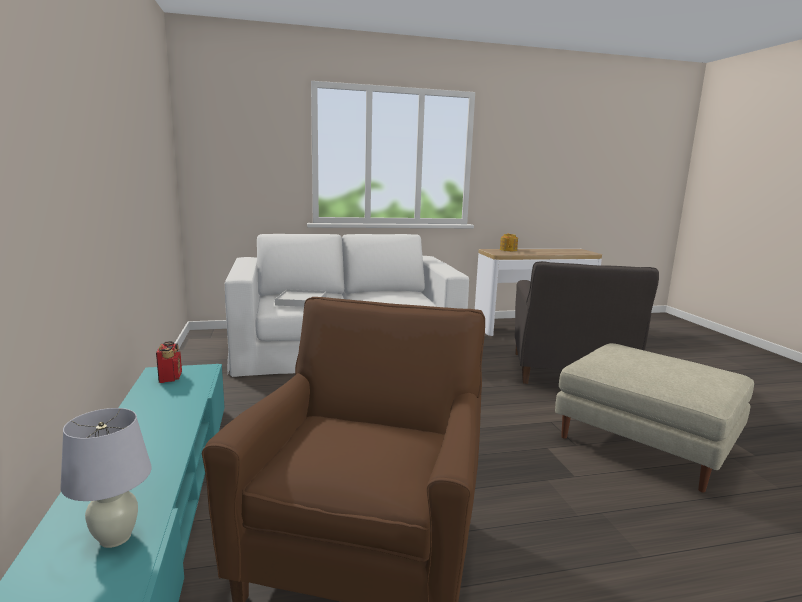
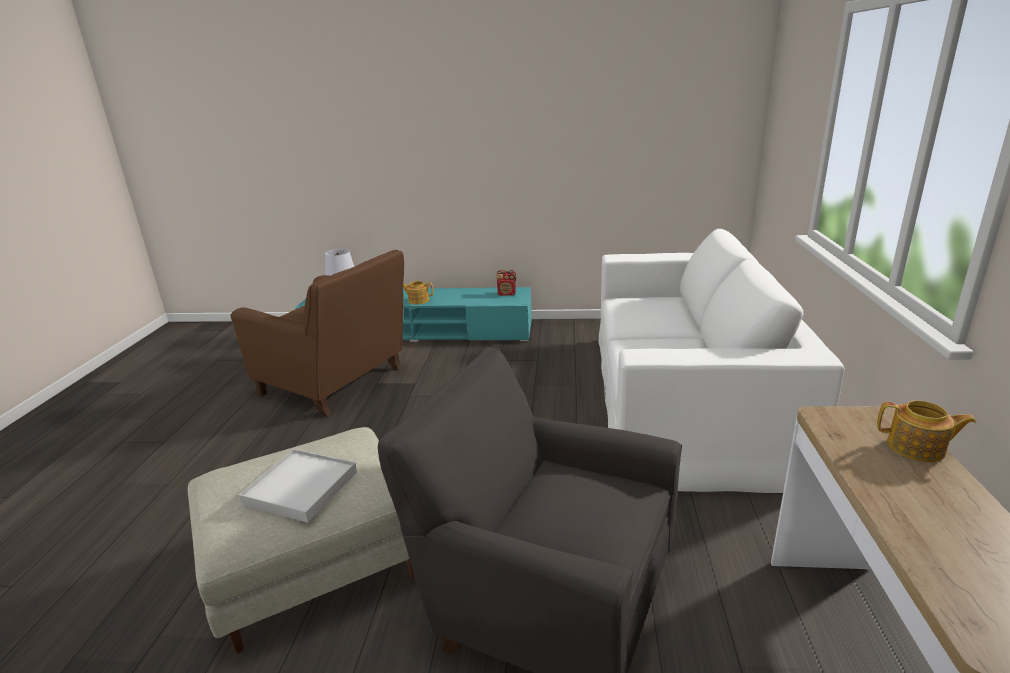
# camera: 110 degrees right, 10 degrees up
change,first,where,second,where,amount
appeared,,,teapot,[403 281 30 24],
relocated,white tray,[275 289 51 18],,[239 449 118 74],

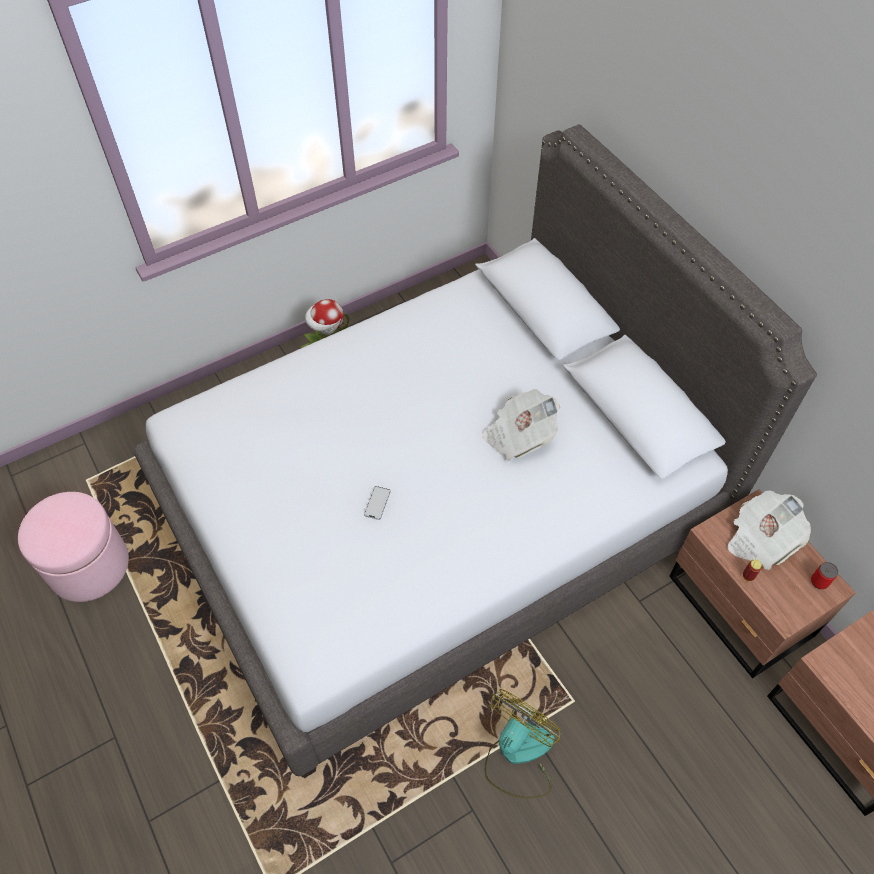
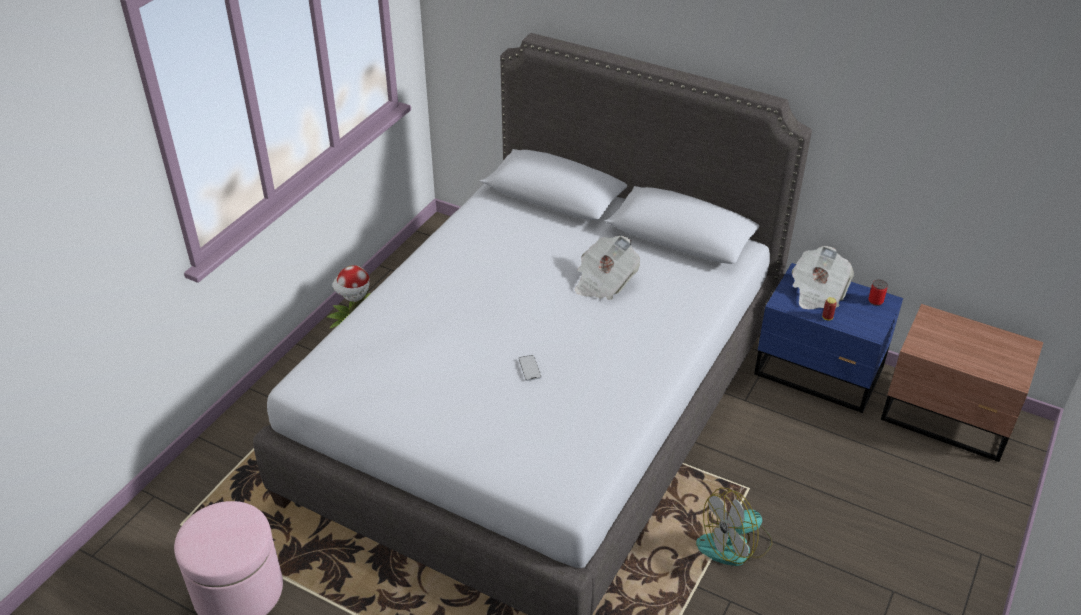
# camera: 30 degrees left, 15 degrees down
change,first,where,second,where,amount
colour,brown nightstand,[669 489 187 190],blue nightstand,[754 263 149 150],
spun,fan,[484 689 77 110],,[696 488 76 78],120 degrees counterclockwise

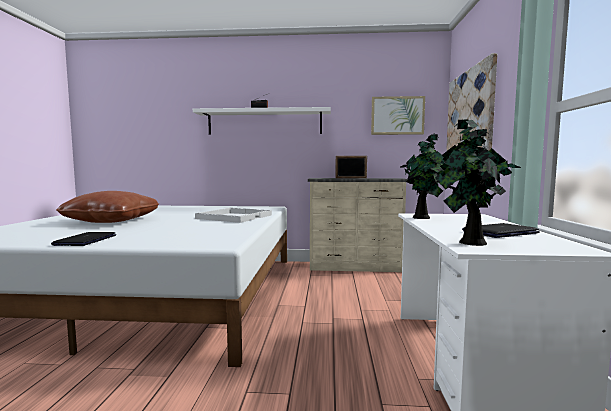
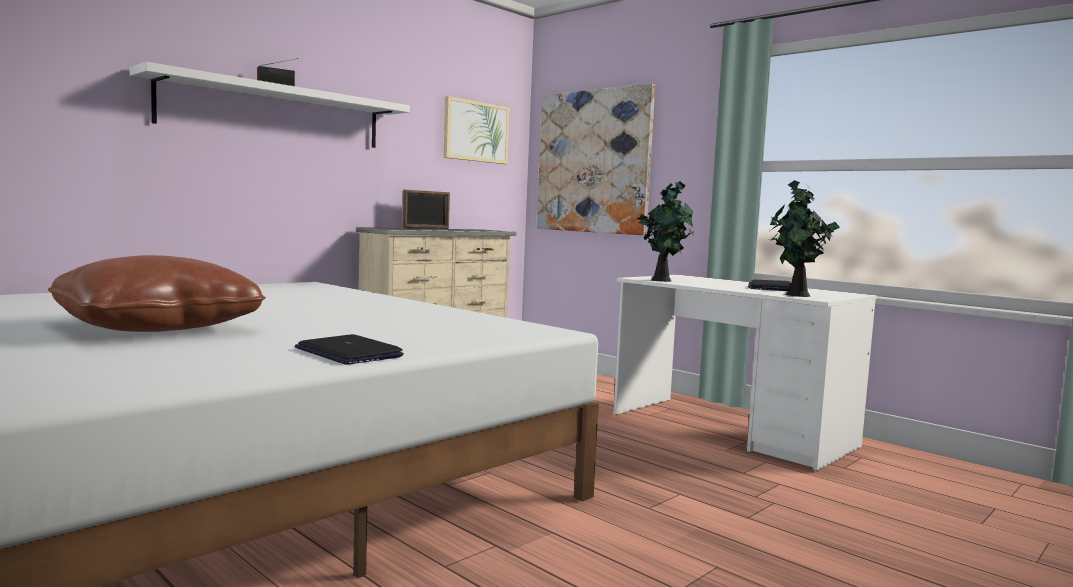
# camera: 50 degrees left, 0 degrees up
change,first,where,second,where,amount
missing,white tray,[195 208 77 15],,,

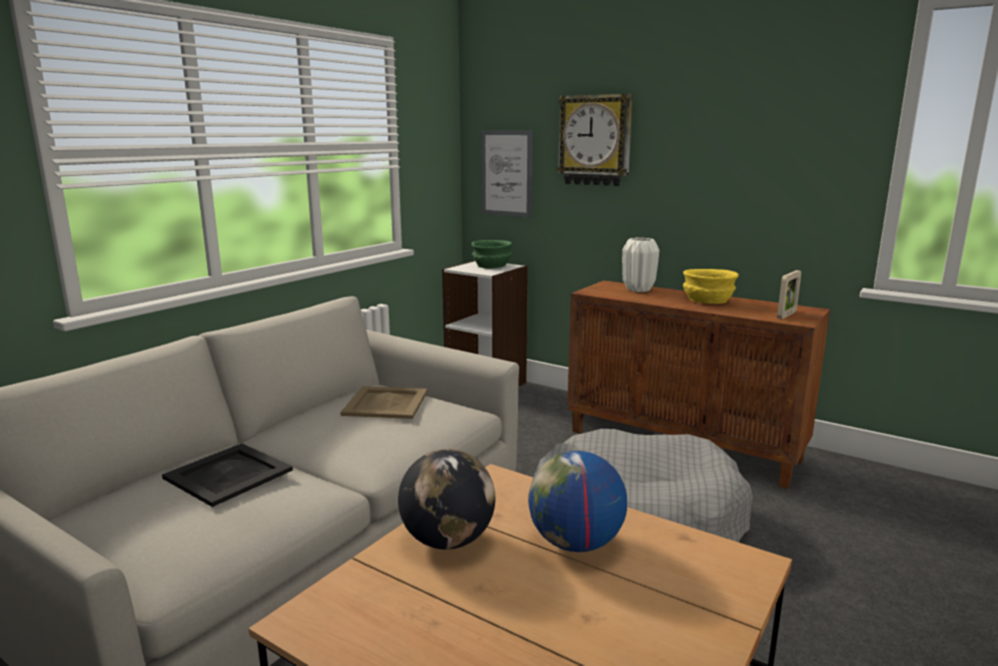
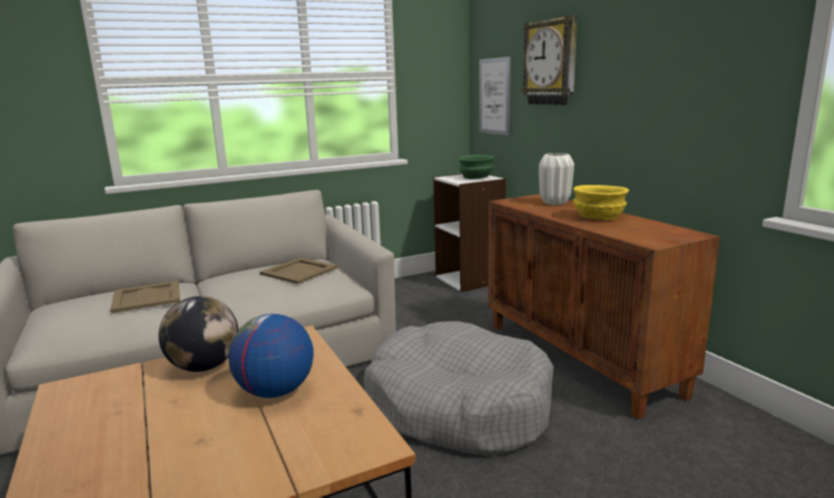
# camera: 30 degrees right, 0 degrees up
change,first,where,second,where,amount
missing,picture frame,[777 270 24 49],,,
colour,black tray,[162 443 131 64],beige tray,[110 280 70 33],

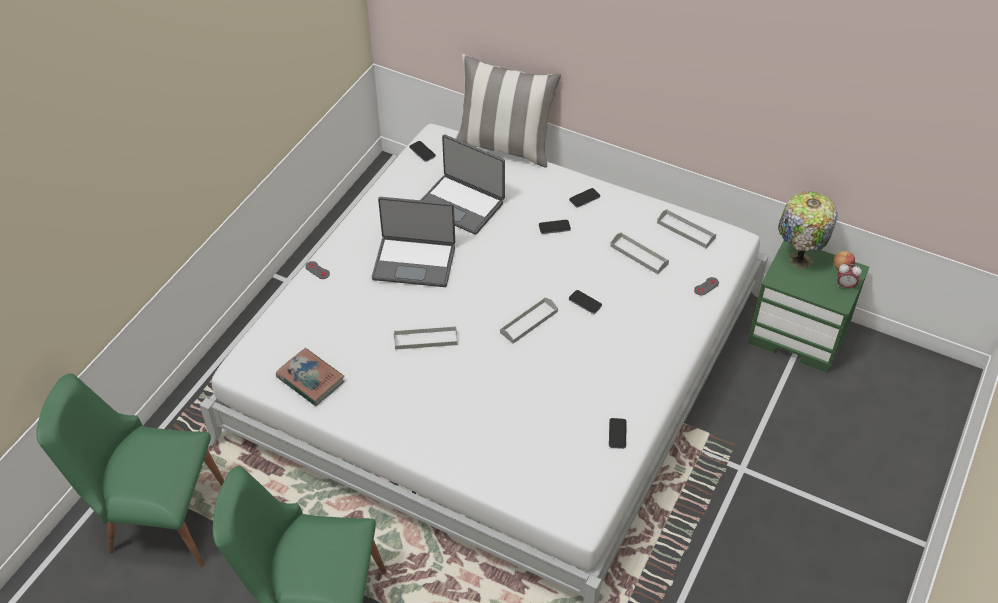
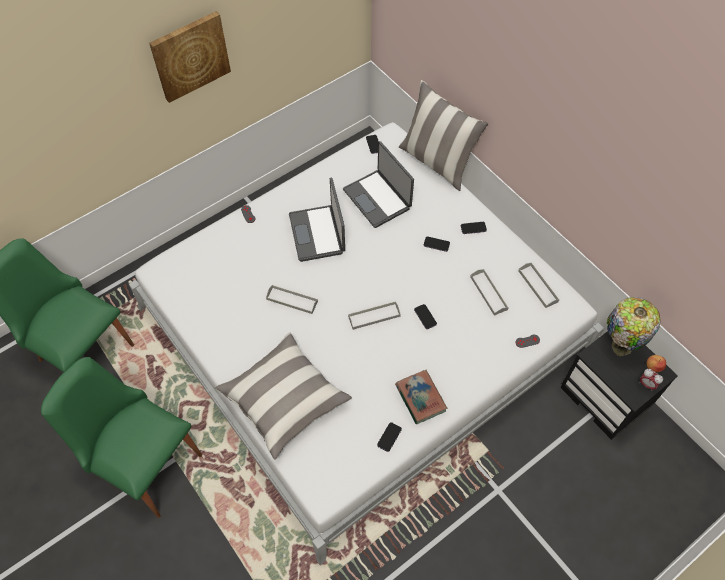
# camera: 25 degrees right, 10 degrees up
change,first,where,second,where,amount
appeared,,,picture,[149 11 82 92],
appeared,,,pillow,[215 332 137 128],
relocated,book,[276 348 69 58],,[395 370 52 54],
colour,green nightstand,[748 240 121 133],black nightstand,[560 331 118 109],
spun,laptop,[372 197 83 90],,[289 178 56 84],45 degrees clockwise

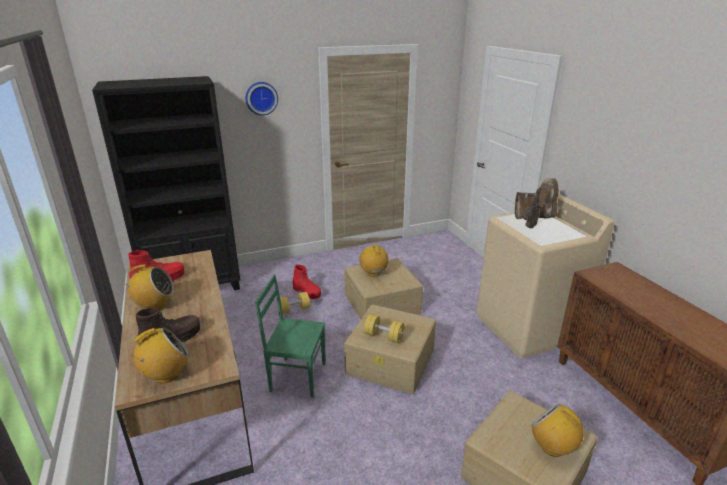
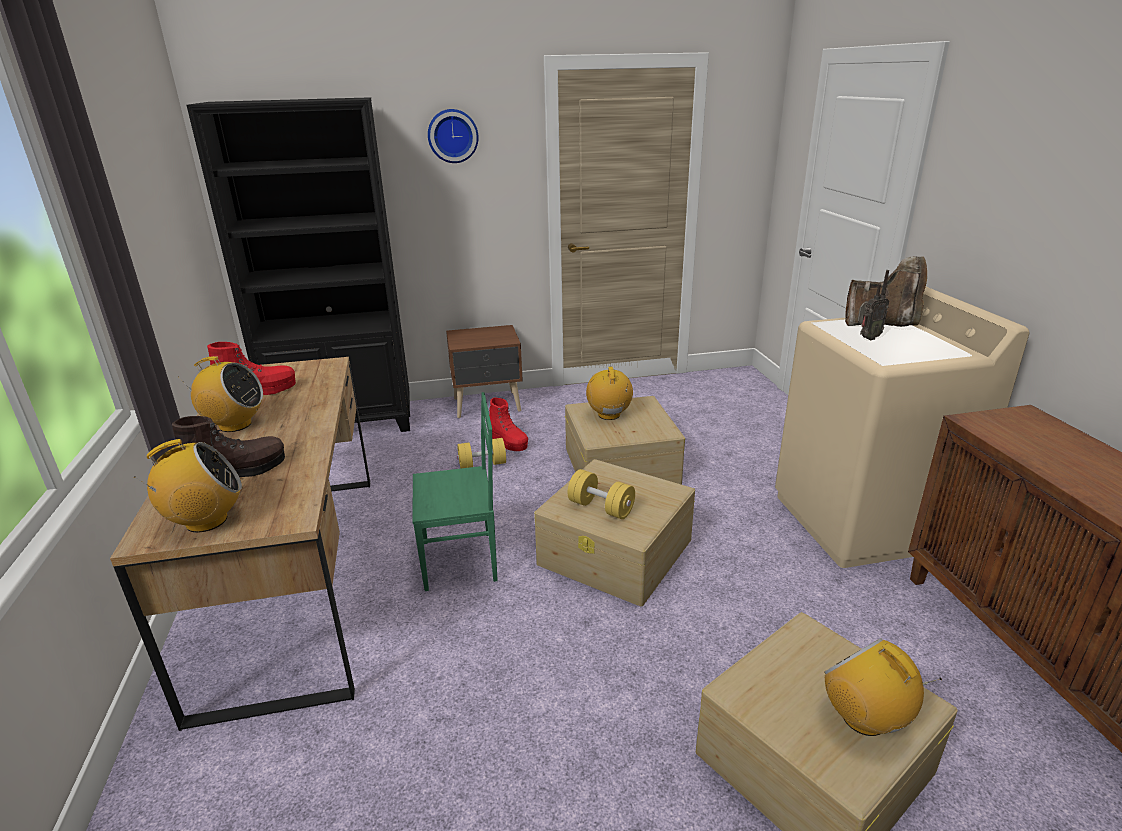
# camera: 10 degrees right, 0 degrees up
change,first,where,second,where,amount
appeared,,,brown nightstand,[446 325 77 93],
spun,green chair,[255 274 70 124],,[412 392 86 199],150 degrees clockwise

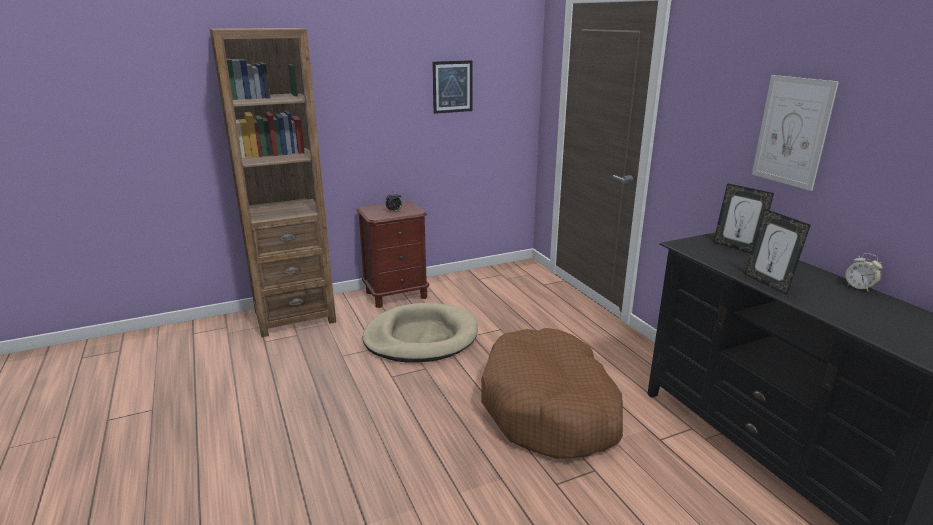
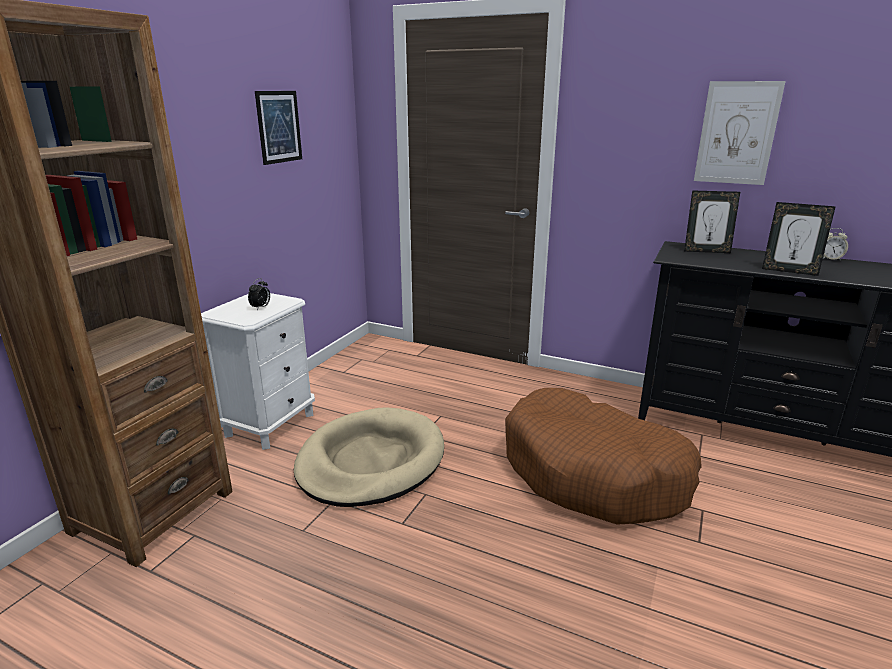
# camera: 40 degrees left, 0 degrees up
change,first,where,second,where,amount
colour,brown nightstand,[357 201 72 107],white nightstand,[201 293 114 157],

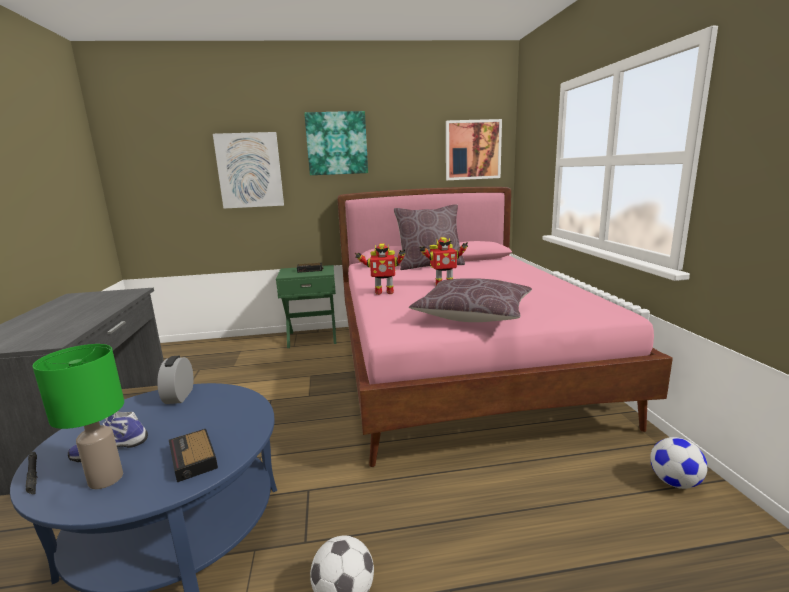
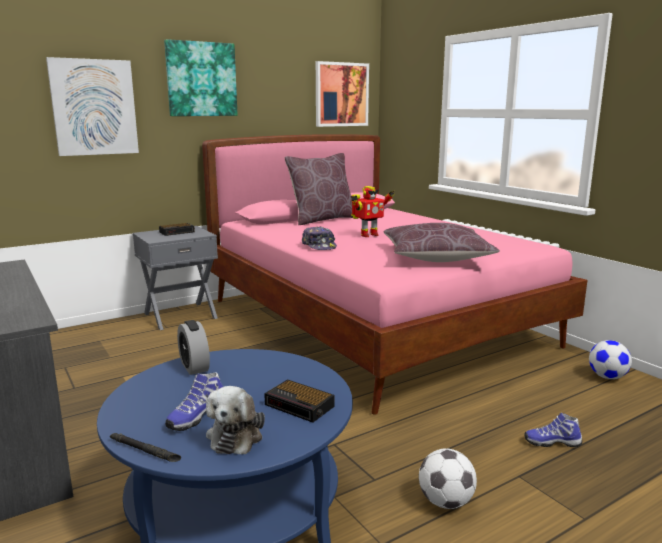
# camera: 25 degrees left, 0 degrees up
change,first,where,second,where,amount
appeared,,,shoe,[524 413 58 34],
exchanged,green table lamp,[32 344 92 145],plush toy,[206 386 59 68],
exchanged,toy robot,[355 243 51 52],cap,[302 227 35 23],
colour,green nightstand,[276 265 60 83],grey nightstand,[133 226 85 104],

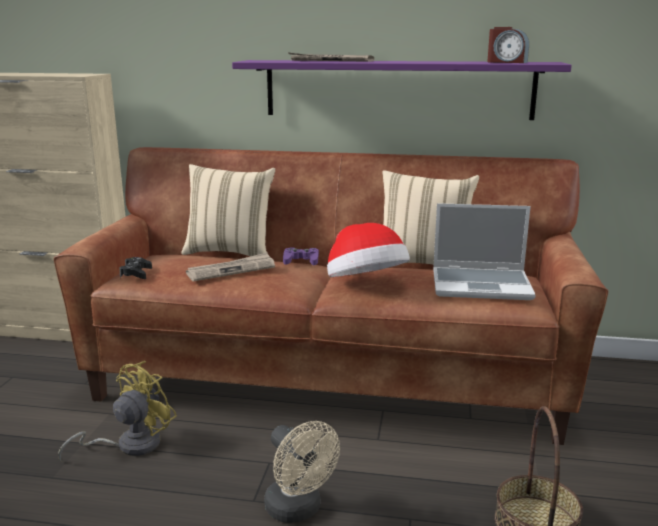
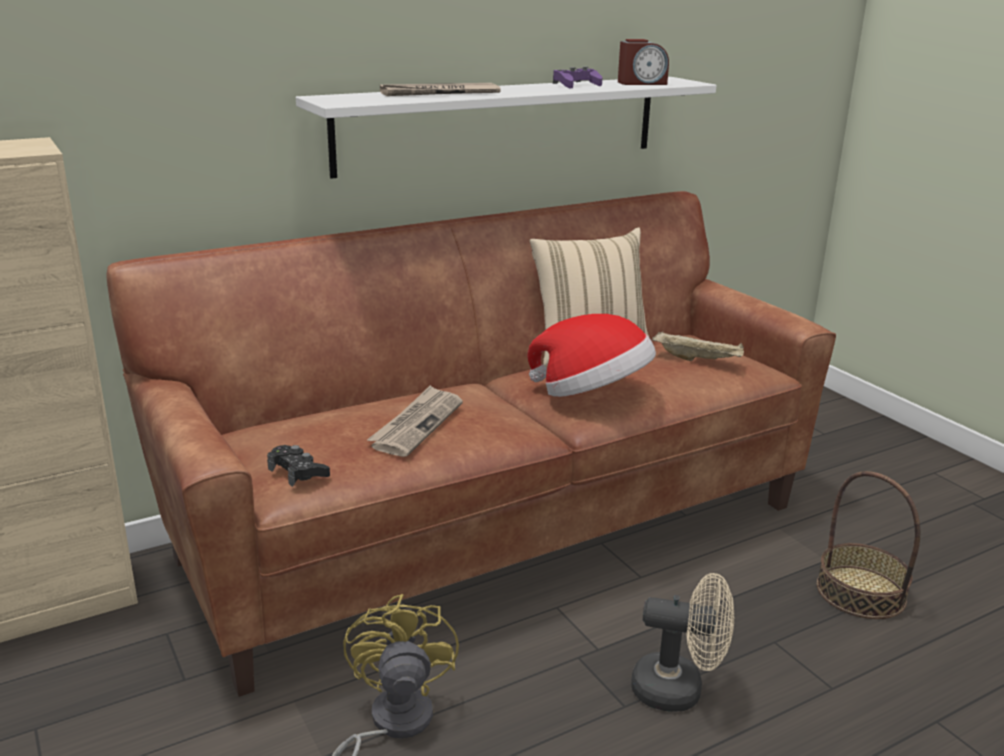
# camera: 40 degrees left, 5 degrees up
change,first,where,second,where,amount
missing,beige pillow,[181 164 94 92],,,
relocated,purple game controller,[283 247 36 18],,[553 66 50 22],
exchanged,laptop,[433 203 103 97],beige tray,[652 331 92 30],
colour,purple shelf,[232 60 340 60],white shelf,[296 77 421 102],

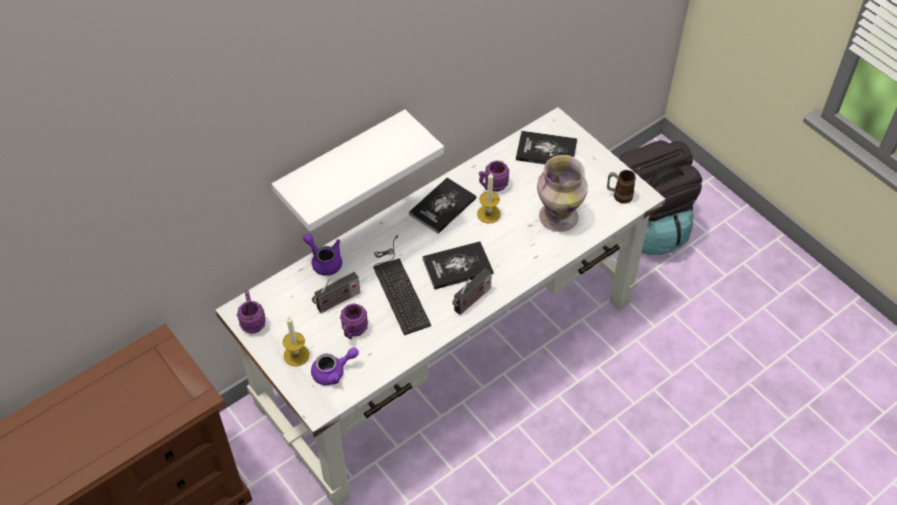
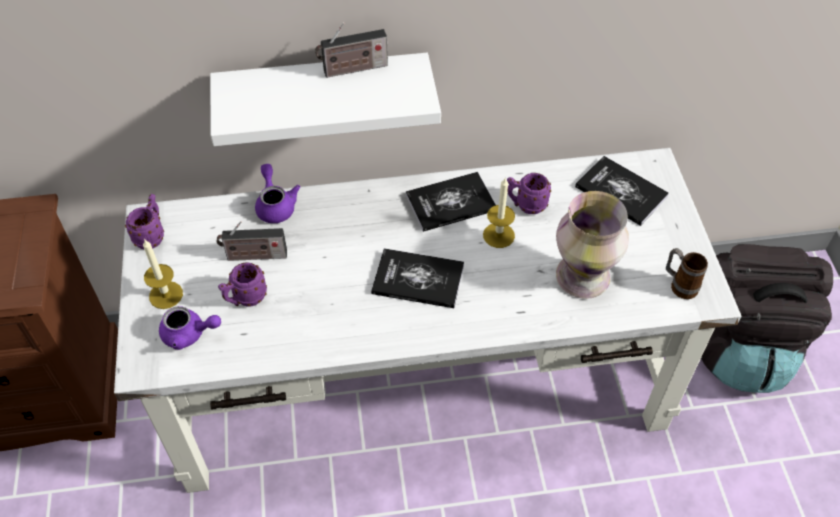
# camera: 30 degrees right, 0 degrees up
change,first,where,second,where,amount
missing,keyboard,[373 235 58 100],,,
relocated,radio,[452 268 40 47],,[315 22 73 56],

